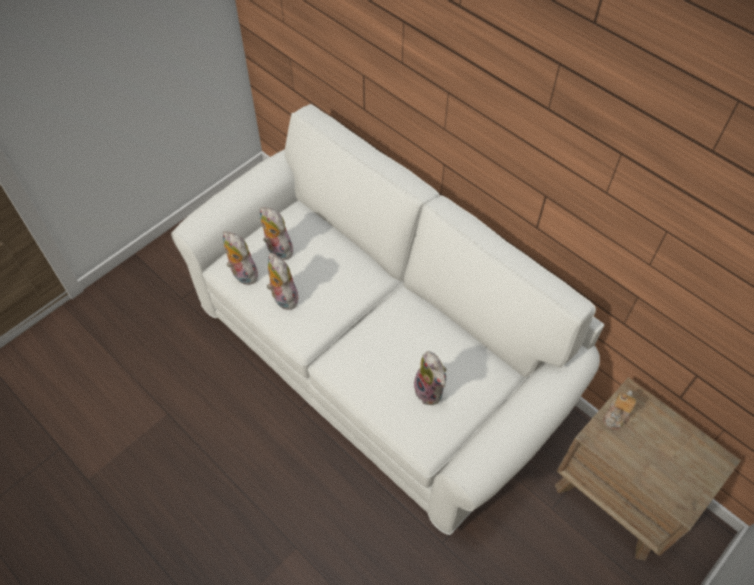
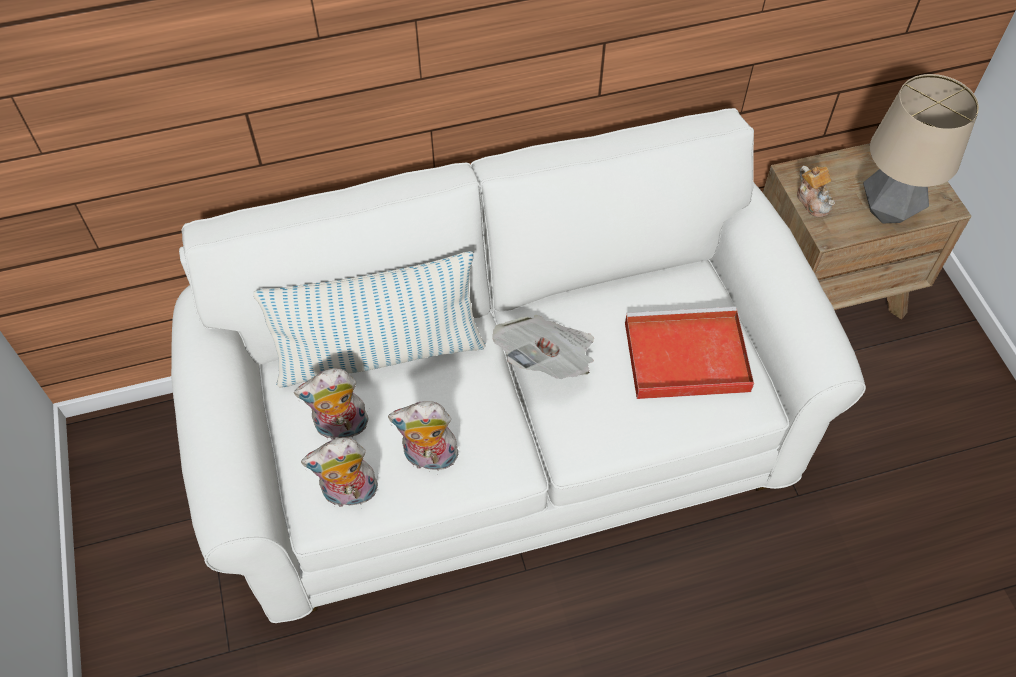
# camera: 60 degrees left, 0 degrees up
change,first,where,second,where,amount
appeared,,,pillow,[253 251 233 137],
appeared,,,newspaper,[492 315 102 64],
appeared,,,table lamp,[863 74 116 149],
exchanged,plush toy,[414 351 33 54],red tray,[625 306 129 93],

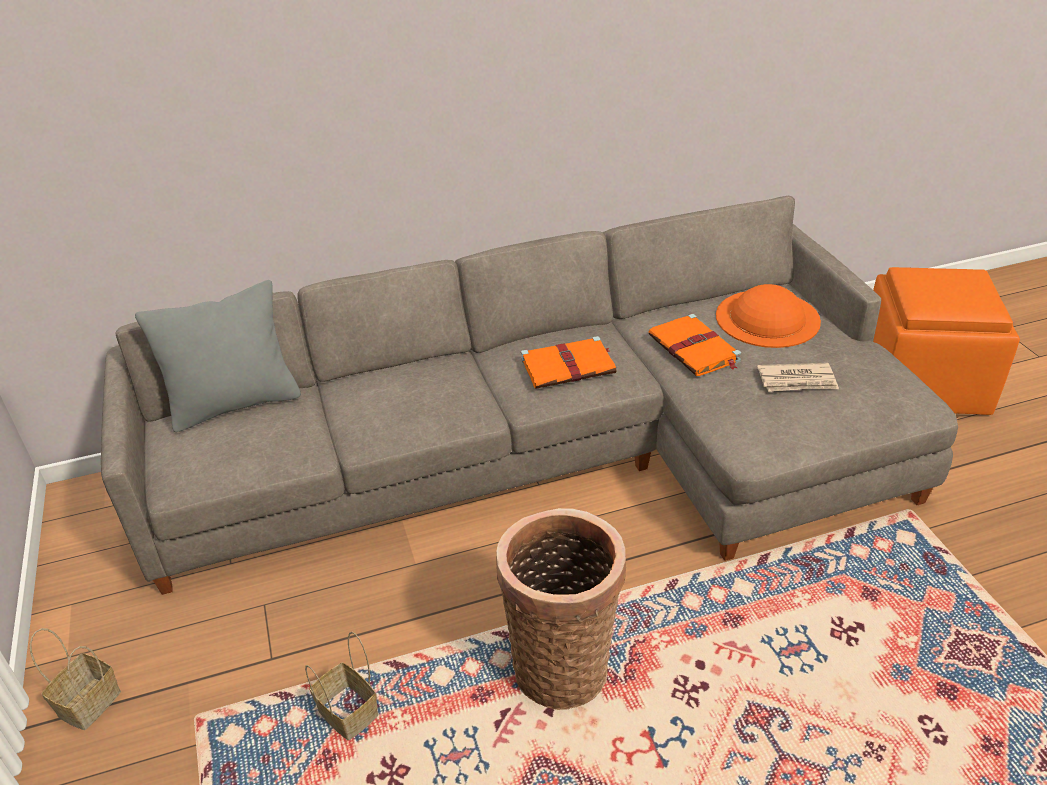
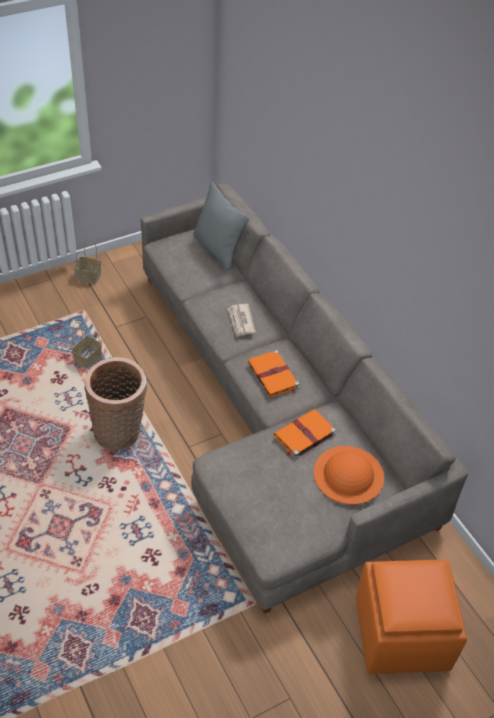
# camera: 75 degrees right, 10 degrees up
change,first,where,second,where,amount
relocated,newspaper,[757 363 82 29],,[228 304 28 33],

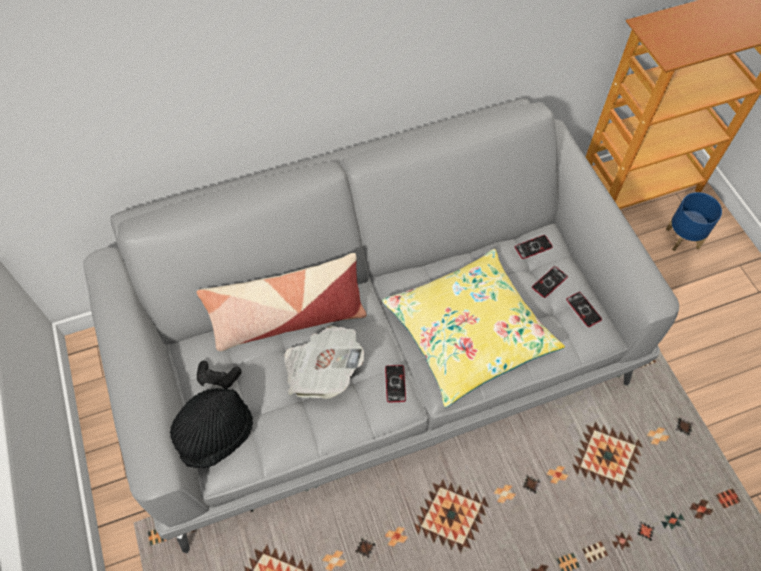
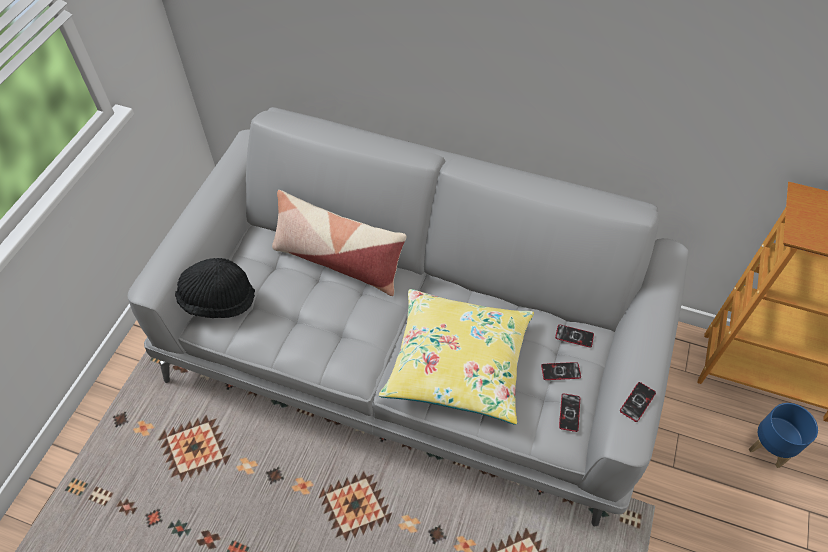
# camera: 40 degrees right, 5 degrees down
change,first,where,second,where,amount
missing,black game controller,[197 361 44 28],,,
missing,newspaper,[284 326 80 73],,,
relocated,phone,[385 365 21 37],,[620 382 36 40],

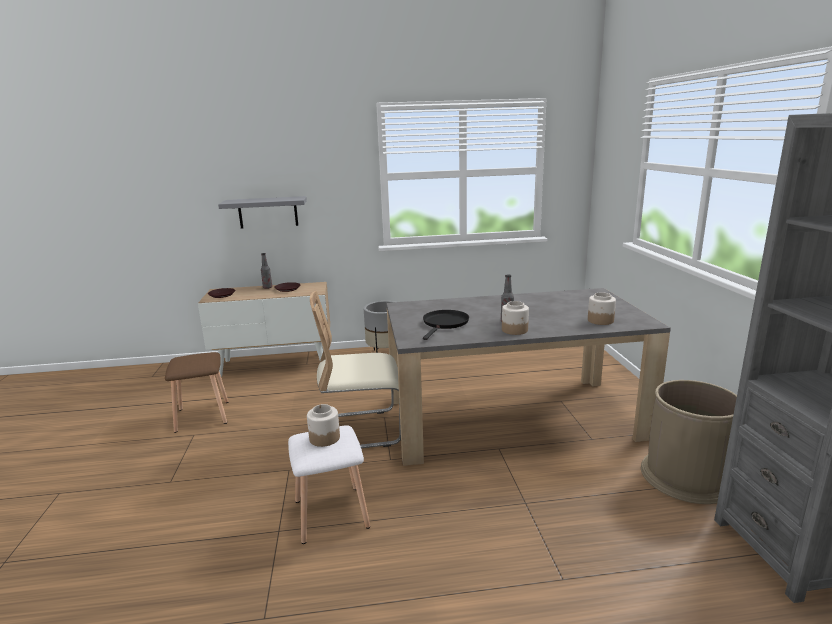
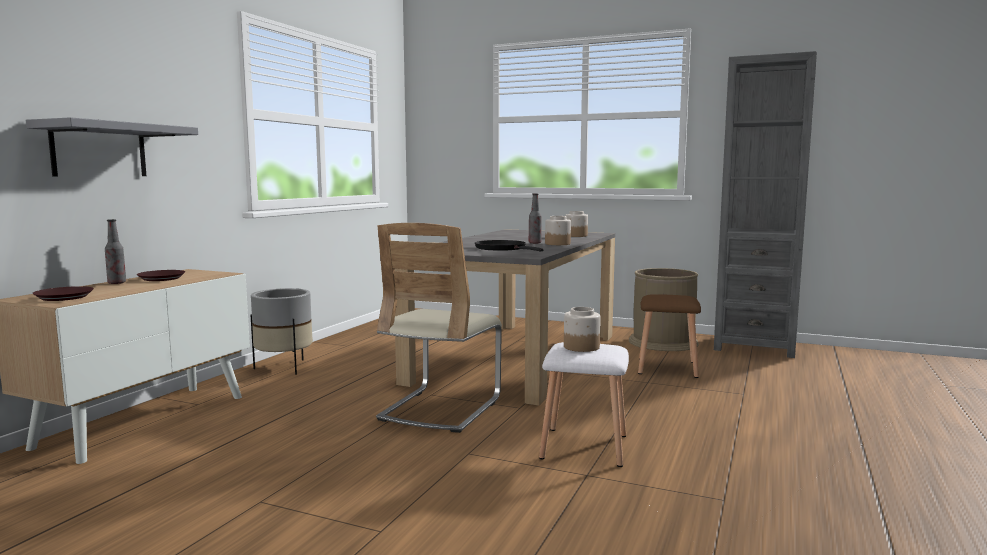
# camera: 60 degrees left, 10 degrees down
change,first,where,second,where,amount
relocated,brown stool,[165 352 63 81],,[638 294 63 84],

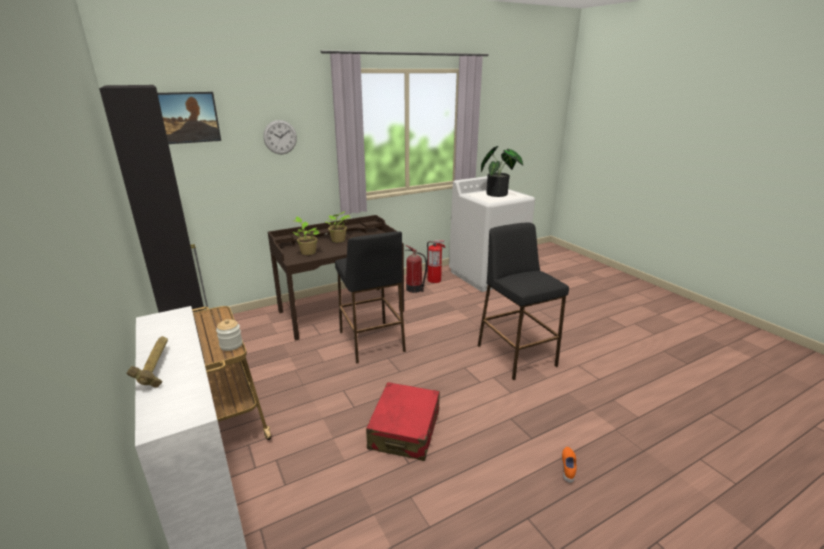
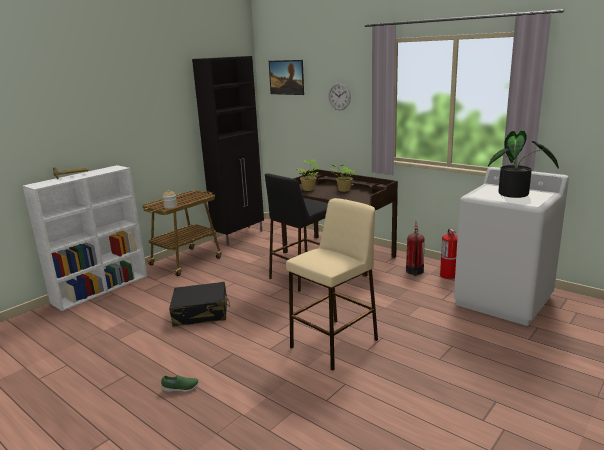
# camera: 70 degrees right, 5 degrees down
change,first,where,second,where,amount
colour,red suitcase,[366 382 74 79],black suitcase,[169 282 61 45],
colour,black stool,[478 223 91 157],beige stool,[286 198 92 173],
colour,orange shoe,[561 447 16 36],green shoe,[161 375 38 17],

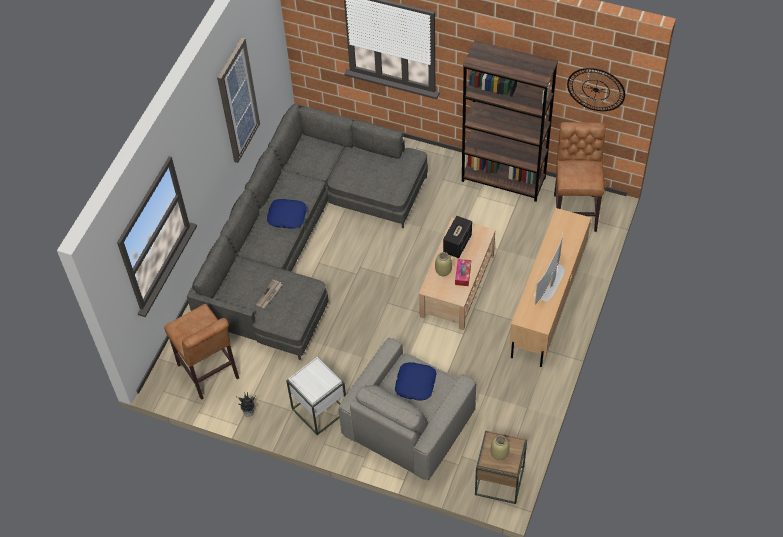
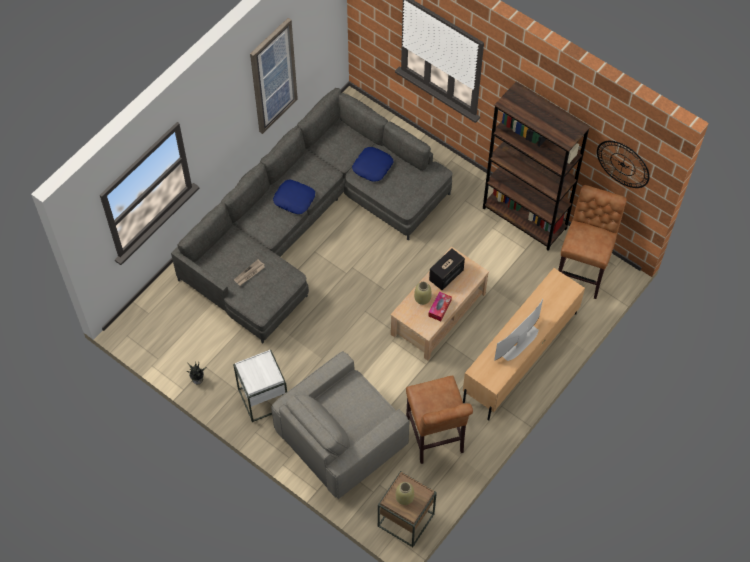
# camera: 15 degrees right, 5 degrees up
change,first,where,second,where,amount
relocated,brown stool,[164 304 75 96],,[406 376 67 88],
relocated,blue pillow,[395 362 41 39],,[352 147 41 34],

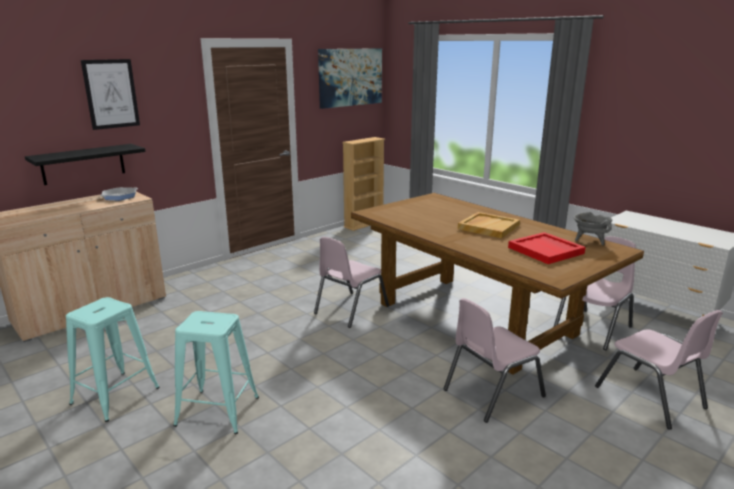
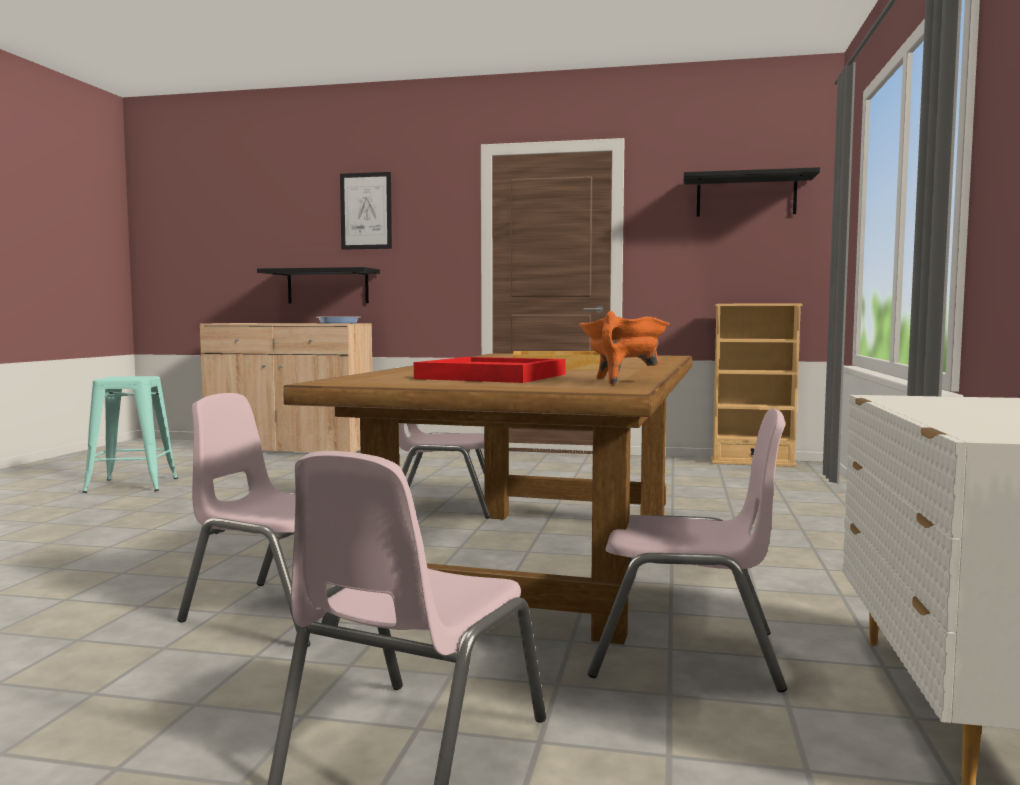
# camera: 55 degrees right, 15 degrees down
change,first,where,second,where,amount
missing,turquoise stool,[173 311 86 123],,,
exchanged,picture,[318 48 64 61],black shelf,[683 167 137 50],
colour,grey cooking pot,[573 212 39 34],orange cooking pot,[579 311 91 74],

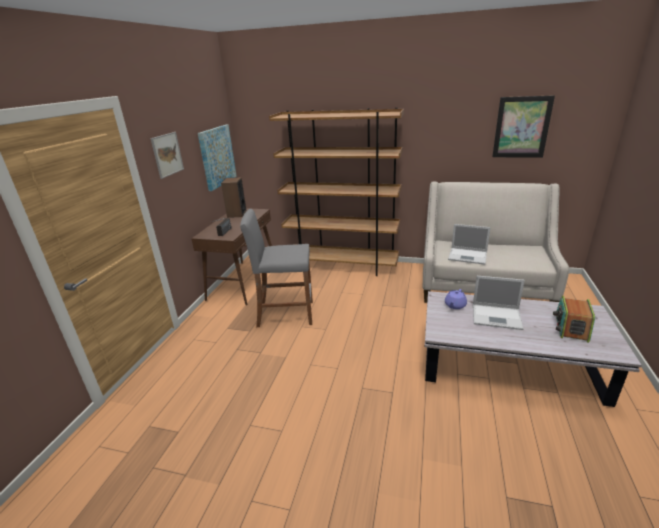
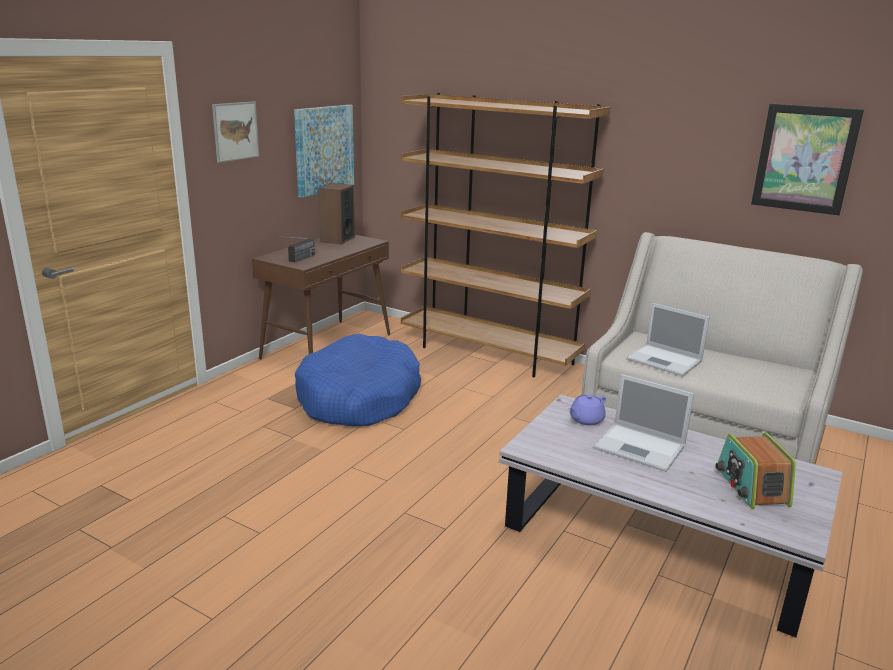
# camera: 15 degrees right, 5 degrees down
change,first,where,second,where,amount
exchanged,grey stool,[240 209 73 118],blue dog bed,[295 334 126 92],
spun,radio,[553 296 42 47],,[715 433 81 76],45 degrees counterclockwise

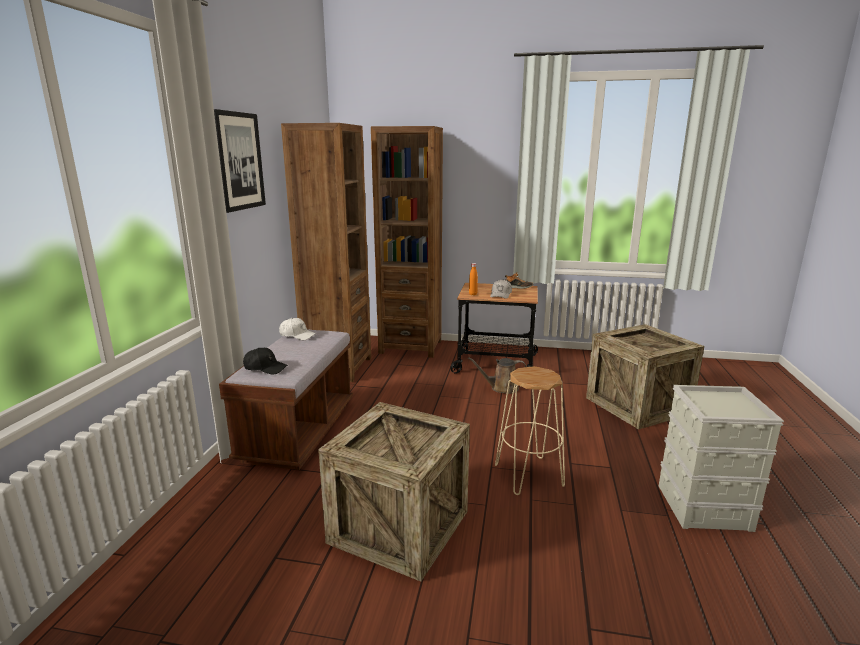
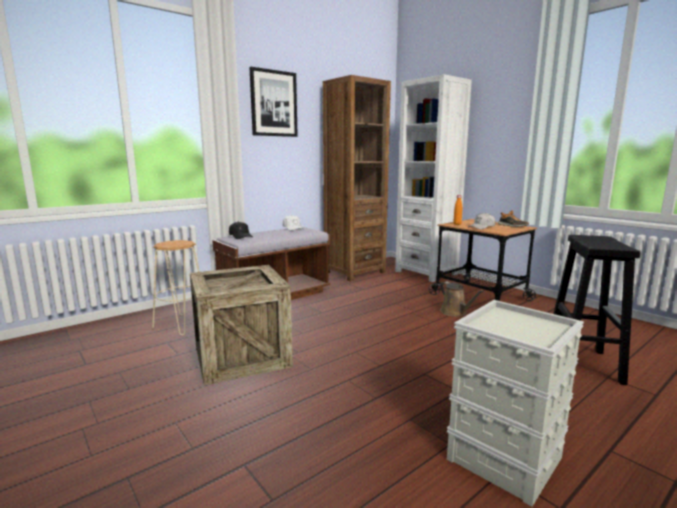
# camera: 40 degrees right, 5 degrees down
change,first,where,second,where,amount
relocated,beige stool,[495 366 70 129],,[152 240 48 96],
exchanged,crate,[586 324 118 106],black stool,[554 235 86 150],
colour,brown bookcase,[371 126 72 232],white bookcase,[395 74 77 208],
spun,brown watering can,[468 357 58 37],,[440 281 44 36],150 degrees counterclockwise

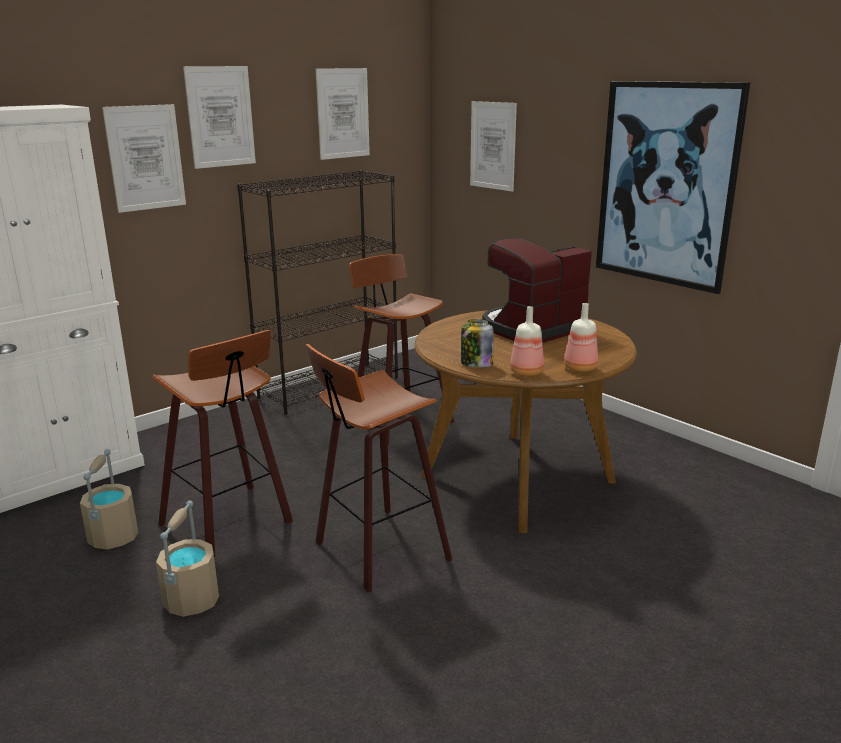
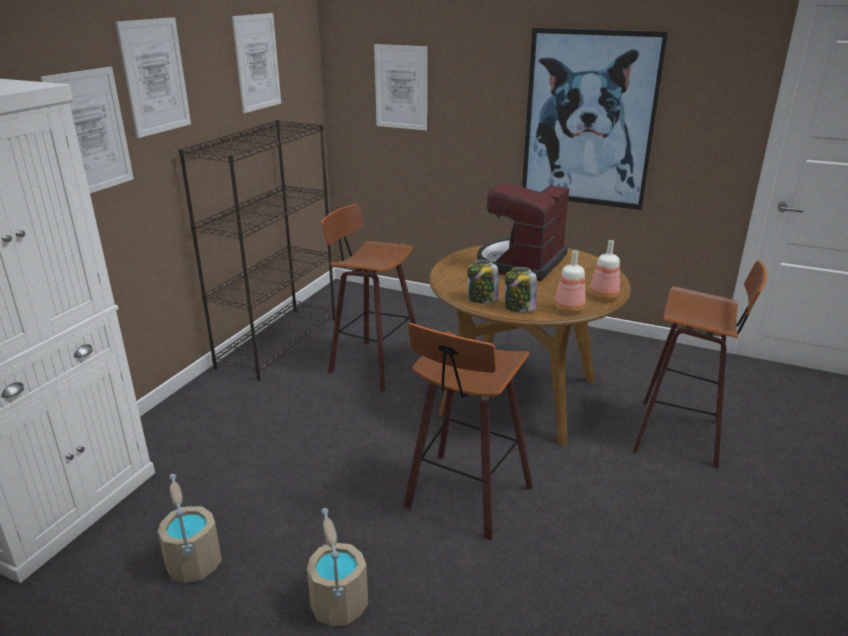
# camera: 25 degrees left, 5 degrees up
change,first,where,second,where,amount
appeared,,,jar,[468 259 31 44],
relocated,stool,[153 330 140 227],,[633 261 134 208],

